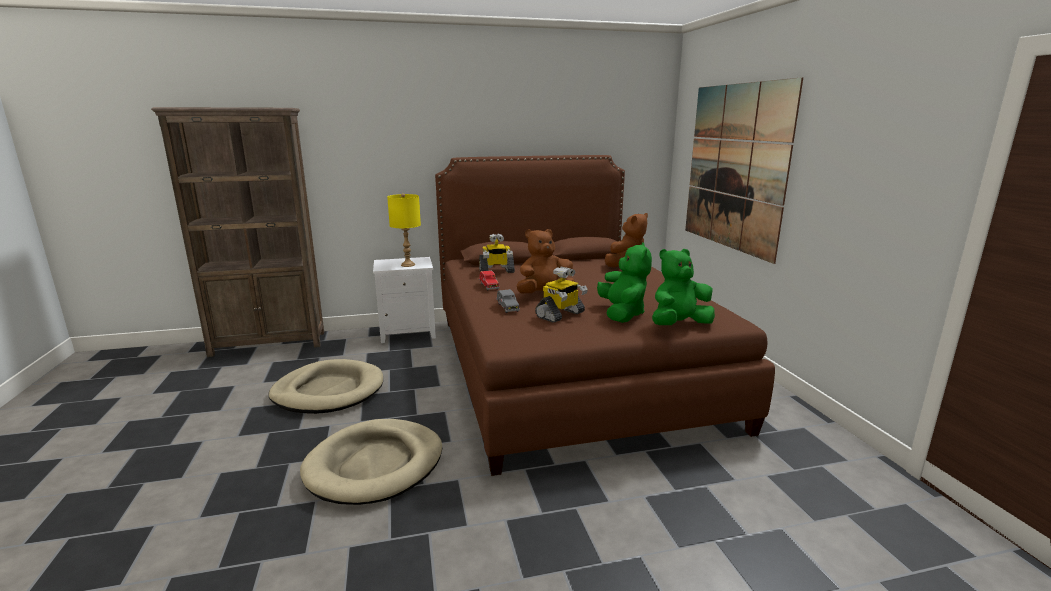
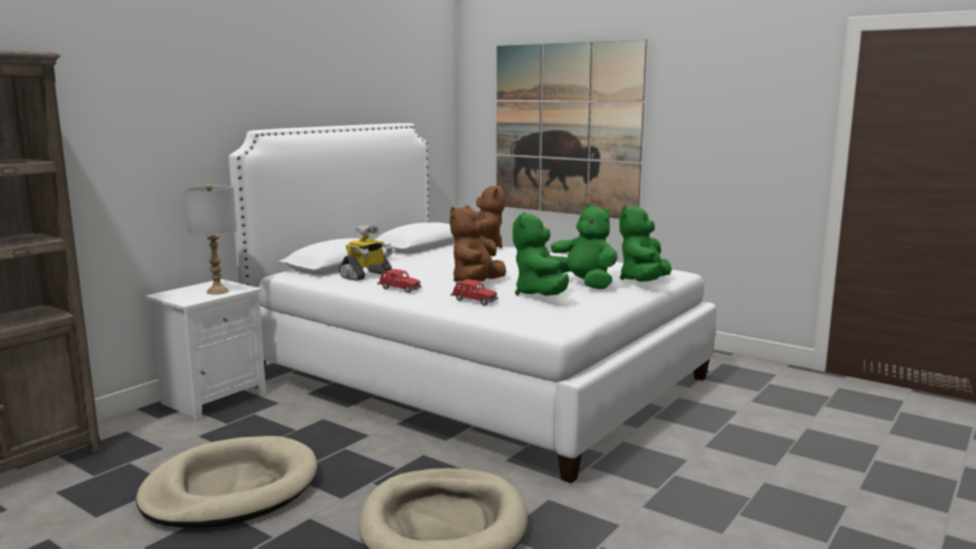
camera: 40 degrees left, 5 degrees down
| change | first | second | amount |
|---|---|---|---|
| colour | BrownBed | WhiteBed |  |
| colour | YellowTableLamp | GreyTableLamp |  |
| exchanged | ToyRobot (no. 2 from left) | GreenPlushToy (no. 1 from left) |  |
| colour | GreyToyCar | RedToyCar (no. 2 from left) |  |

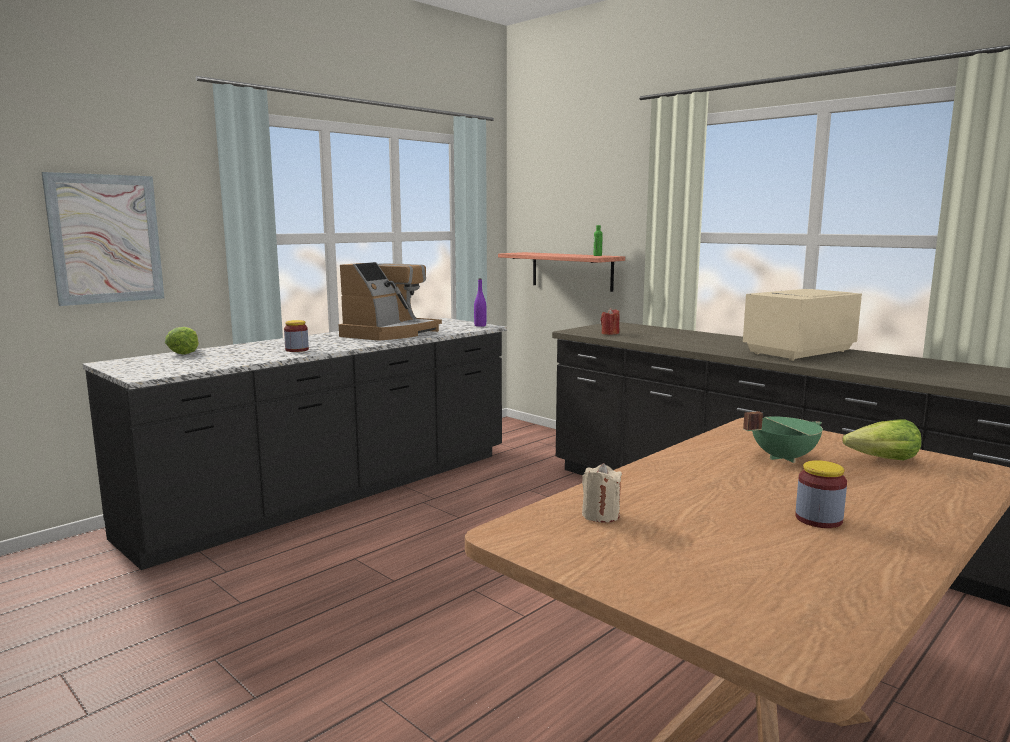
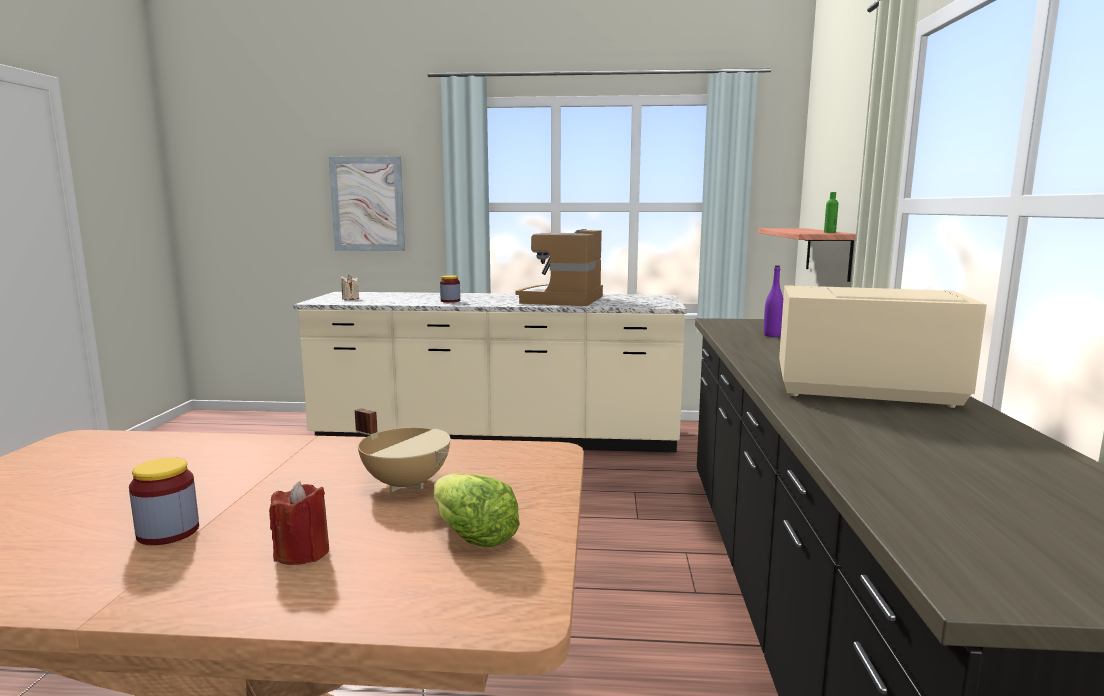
camera: 50 degrees right, 0 degrees up
| change | first | second | amount |
|---|---|---|---|
| spun | CoffeeMachine |  | 120 degrees clockwise |
| relocated | PurpleBottle |  |  |
| relocated | RedCandle |  |  |
| colour | BlackCounter (no. 1 from left) | BeigeCounter |  |
| missing | Lettuce (no. 1 from left) |  |  |
| colour | GreenCookingPot | BeigeCookingPot |  |
| relocated | BeigeCandle |  |  |

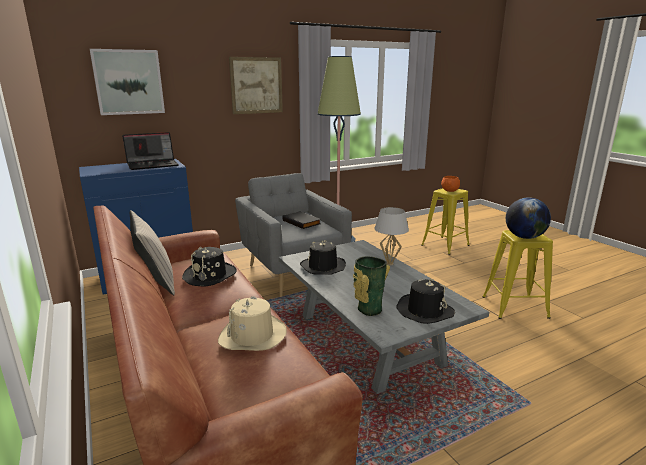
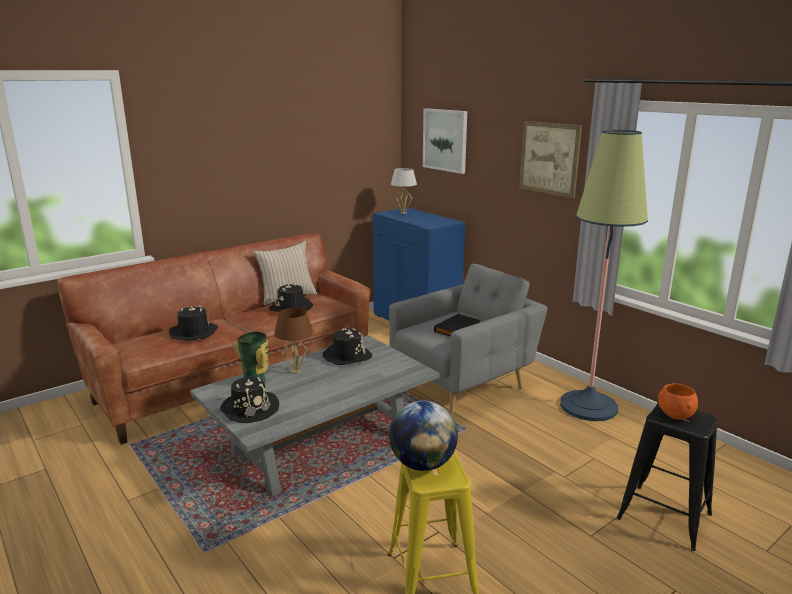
camera: 80 degrees right, 0 degrees up
| change | first | second | amount |
|---|---|---|---|
| missing | Laptop |  |  |
| colour | YellowStool (no. 1 from left) | BlackStool |  |
| relocated | WhiteTableLamp |  |  |
| colour | BeigeHat | BlackHat (no. 1 from left) |  |
| appeared |  | BrownTableLamp |  |

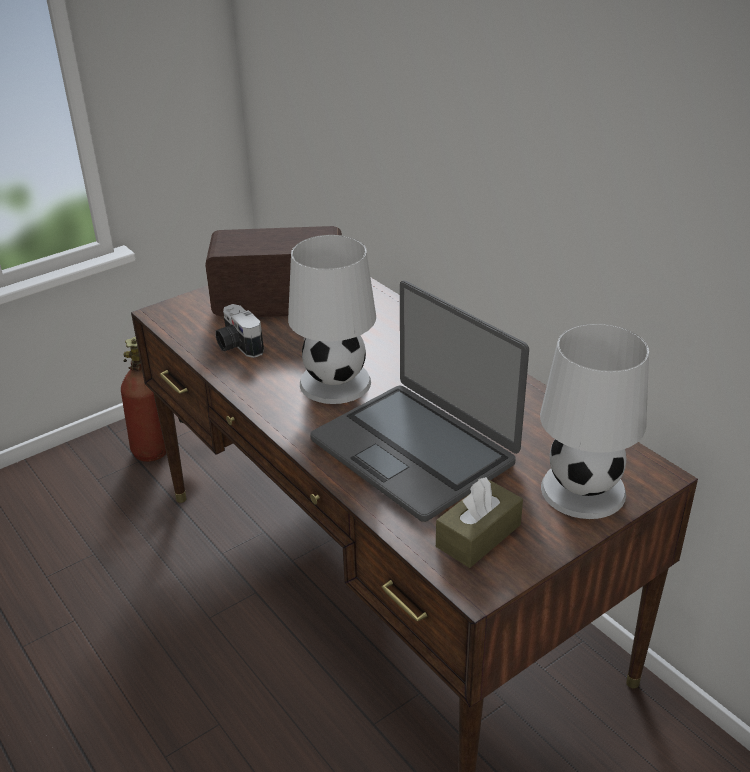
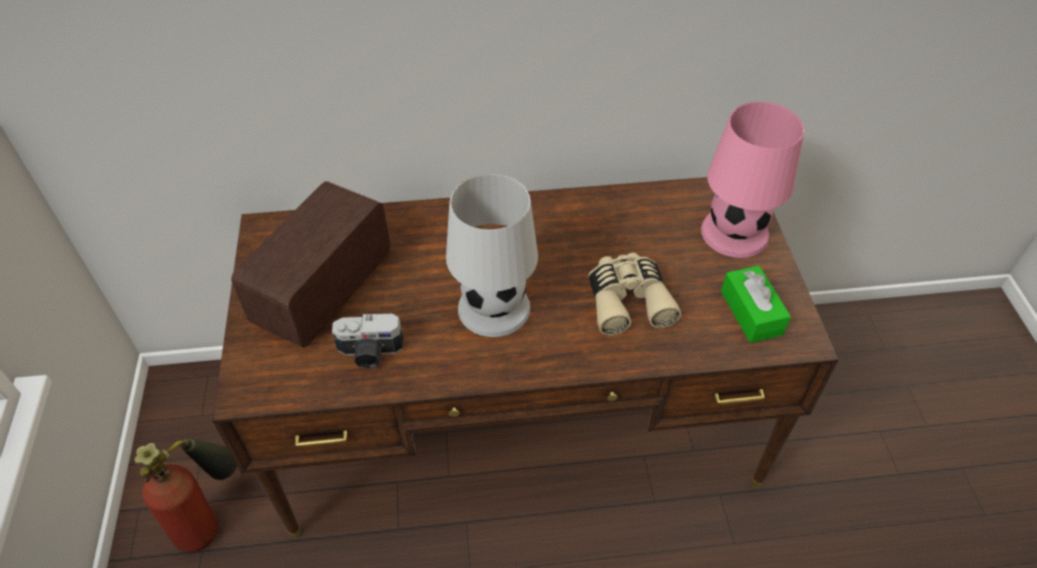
camera: 60 degrees left, 15 degrees up
| change | first | second | amount |
|---|---|---|---|
| exchanged | Laptop | BeigeBinoculars |  |
| colour | WhiteTableLamp (no. 2 from left) | PinkTableLamp |  |
| colour | BrownTissueBox | GreenTissueBox |  |

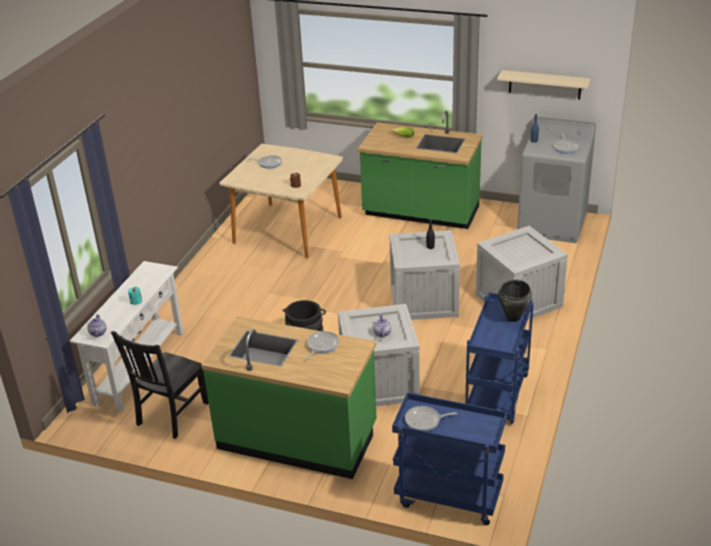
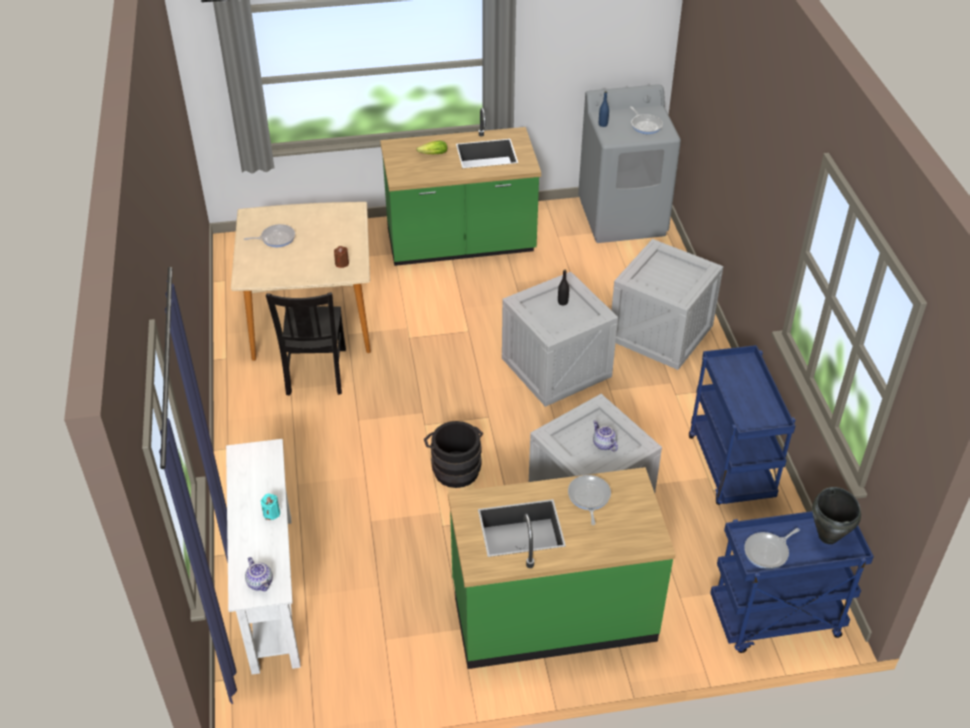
camera: 30 degrees left, 10 degrees up
| change | first | second | amount |
|---|---|---|---|
| missing | BeigeShelf |  |  |
| relocated | BlackCookingPot |  |  |
| relocated | BlackChair |  |  |

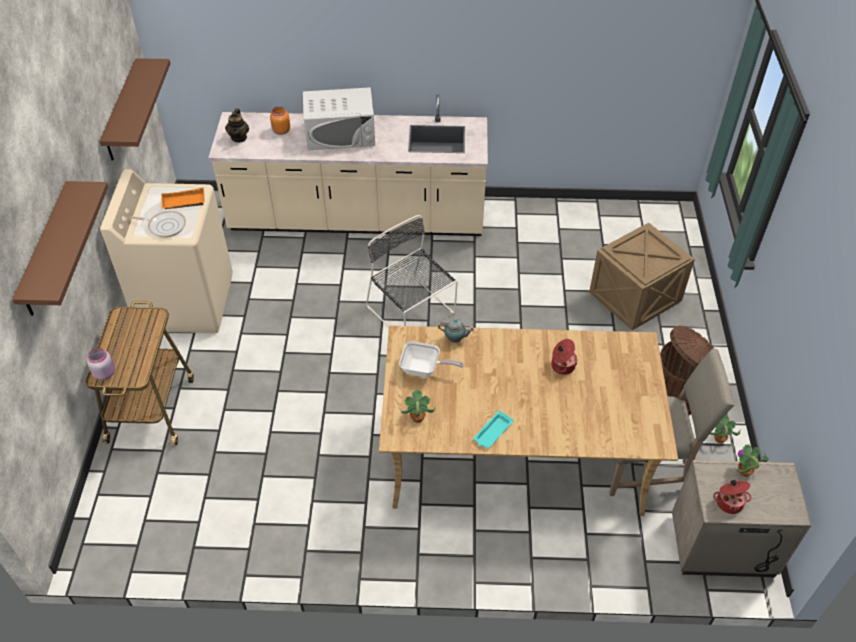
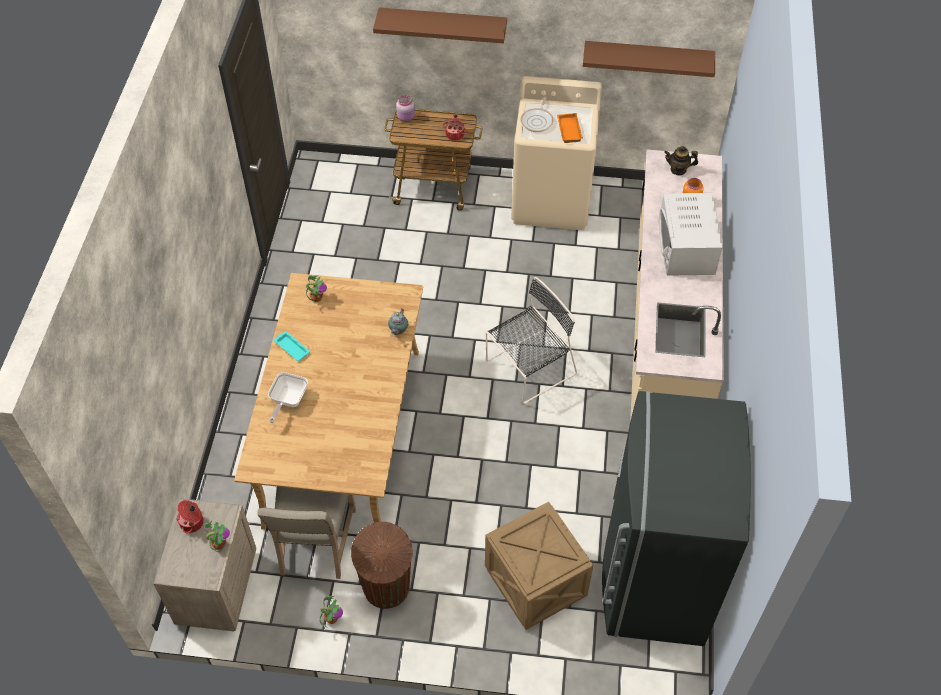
camera: 95 degrees right, 5 degrees up
| change | first | second | amount |
|---|---|---|---|
| relocated | CookingPot (no. 1 from left in the first image) | CookingPot (no. 2 from left) |  |
| relocated | FryingPan (no. 2 from left in the first image) | FryingPan (no. 1 from left) |  |
| appeared |  | GreyFridge |  |

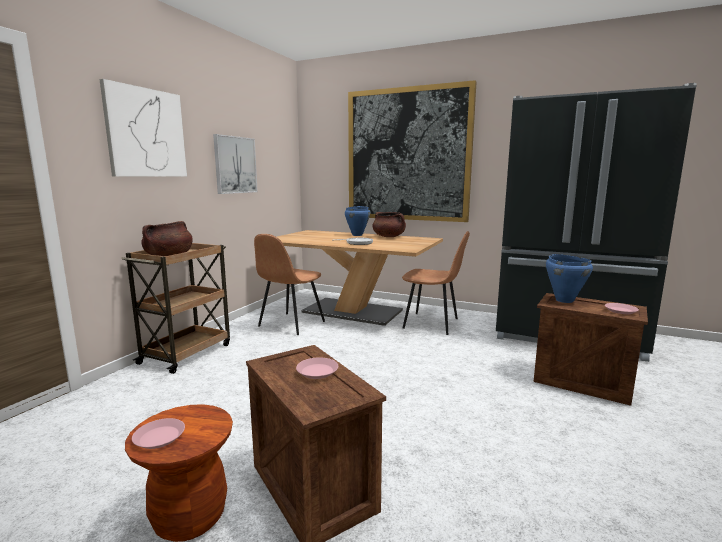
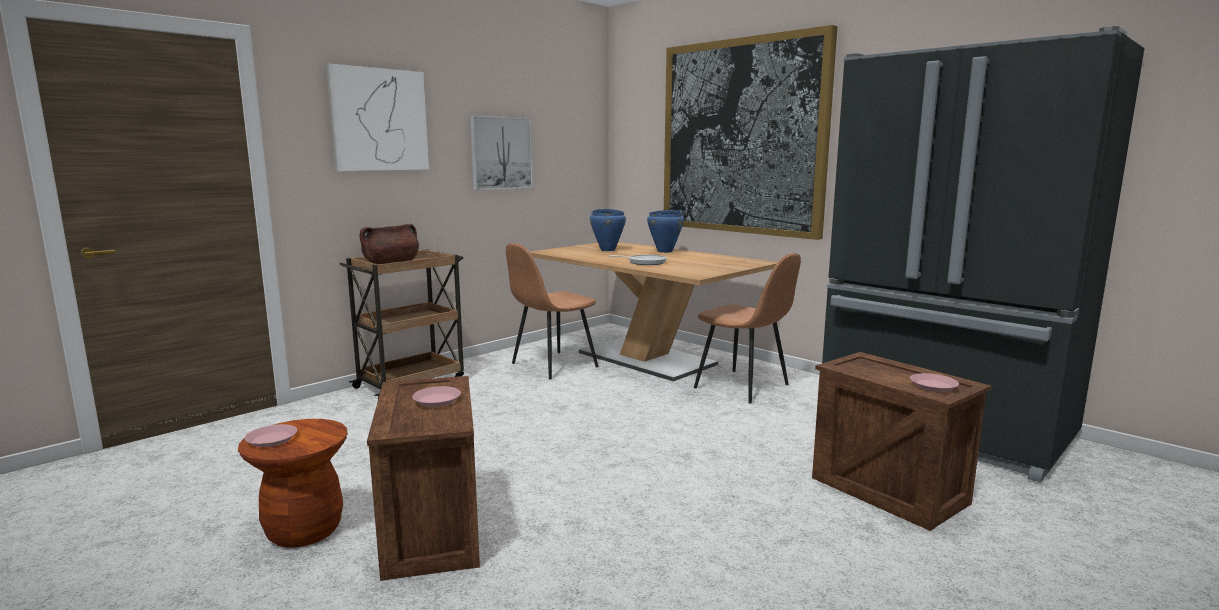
camera: 20 degrees right, 0 degrees up
| change | first | second | amount |
|---|---|---|---|
| missing | BrownCookingPot (no. 2 from left) |  |  |
| relocated | BlueCookingPot (no. 2 from left in the first image) | BlueCookingPot (no. 1 from left) |  |

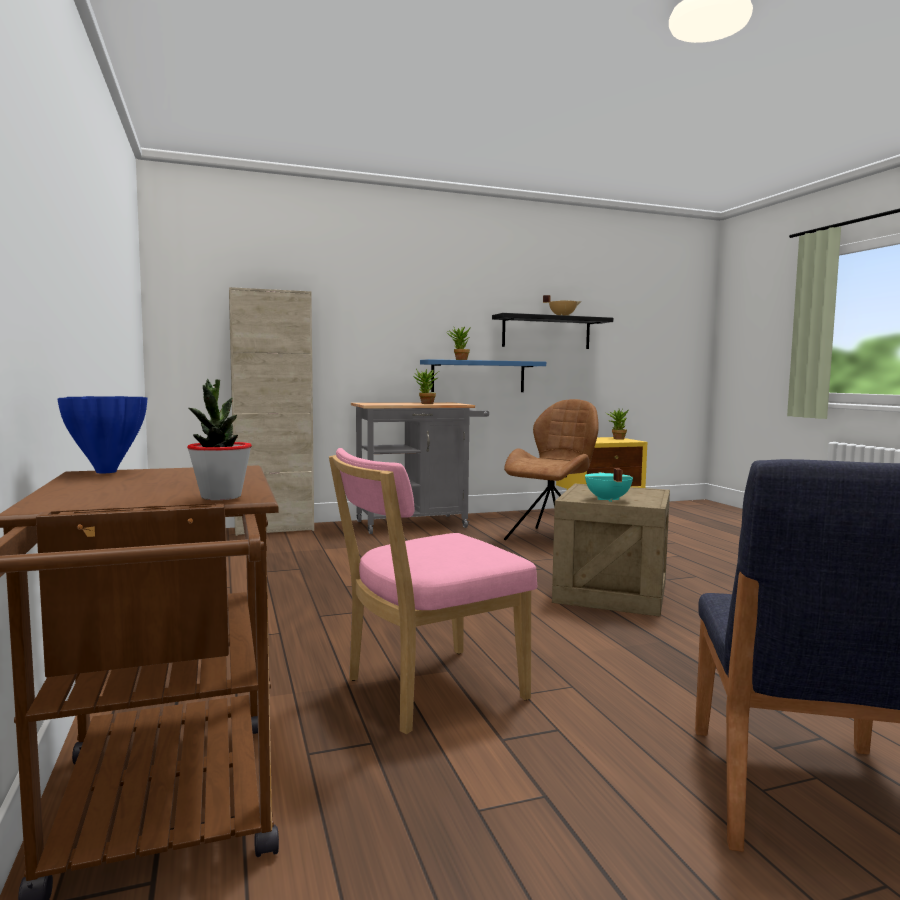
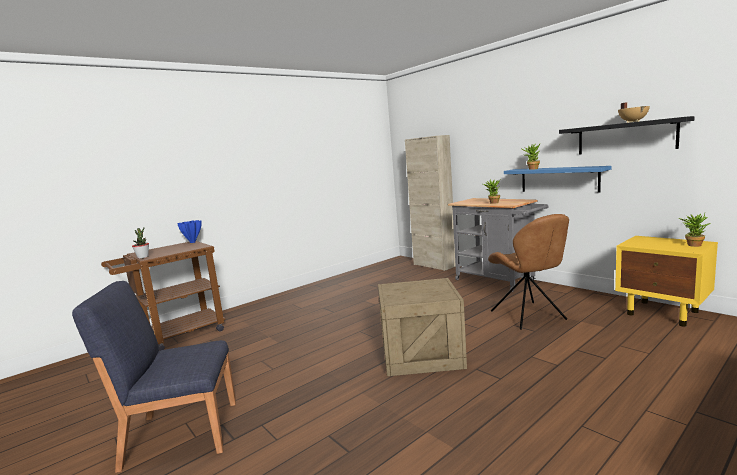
camera: 70 degrees right, 5 degrees up
| change | first | second | amount |
|---|---|---|---|
| spun | BrownChair |  | 60 degrees clockwise |
| missing | PinkChair |  |  |
| missing | TurquoiseCookingPot |  |  |

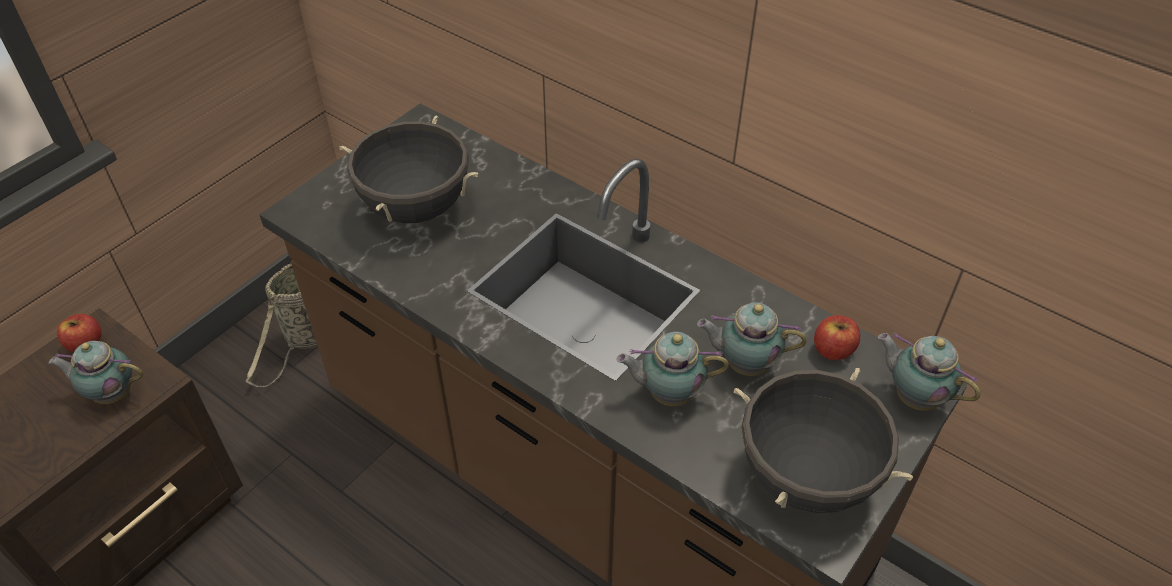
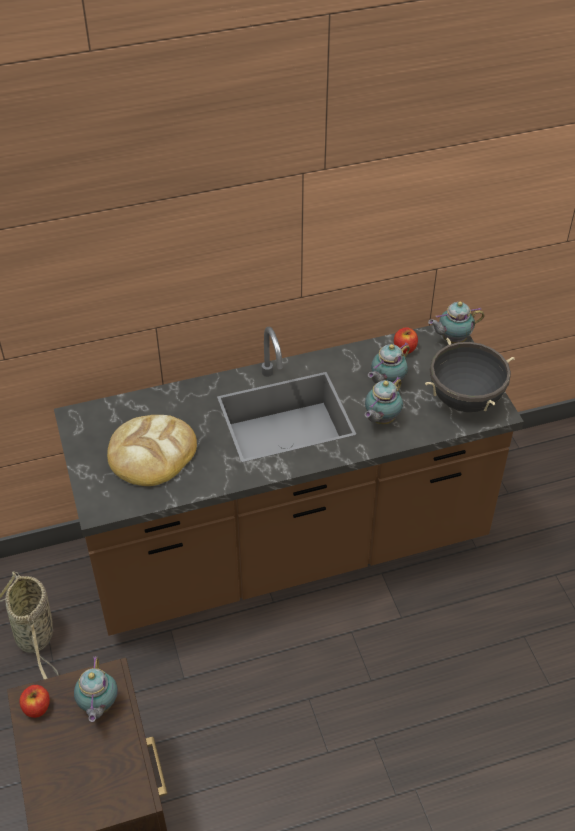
camera: 55 degrees left, 0 degrees up
| change | first | second | amount |
|---|---|---|---|
| exchanged | BlackCookingPot (no. 1 from left) | Bread |  |
| spun | Teapot (no. 1 from left) |  | 45 degrees counterclockwise |

